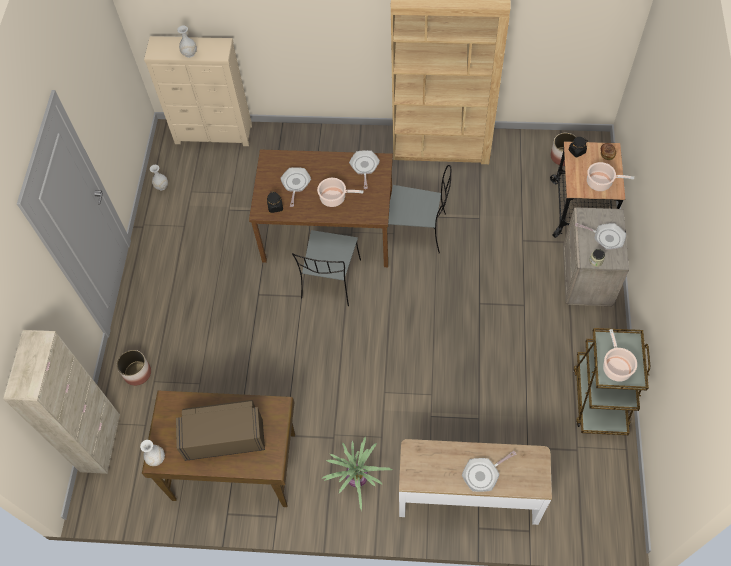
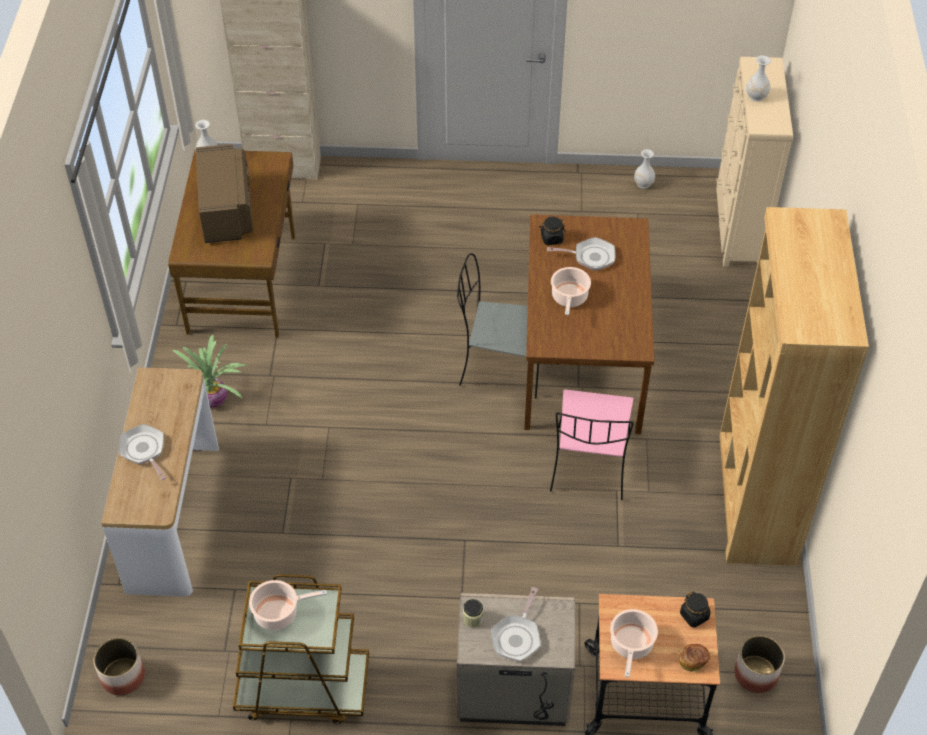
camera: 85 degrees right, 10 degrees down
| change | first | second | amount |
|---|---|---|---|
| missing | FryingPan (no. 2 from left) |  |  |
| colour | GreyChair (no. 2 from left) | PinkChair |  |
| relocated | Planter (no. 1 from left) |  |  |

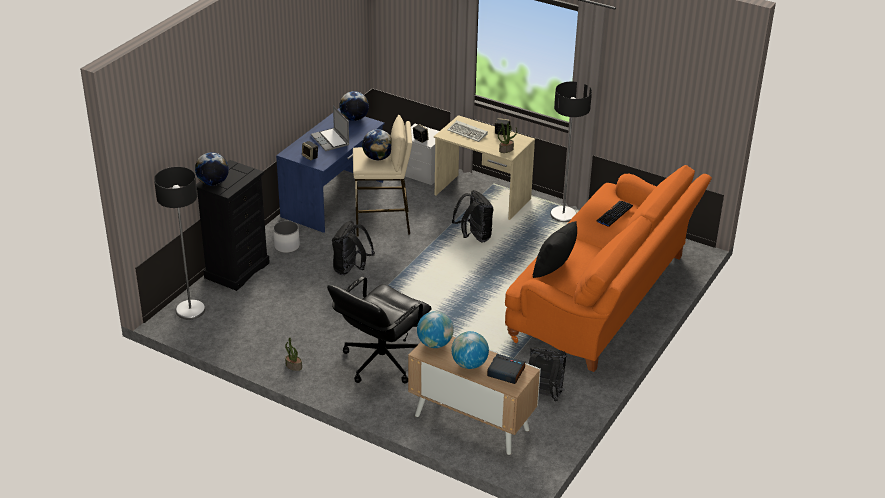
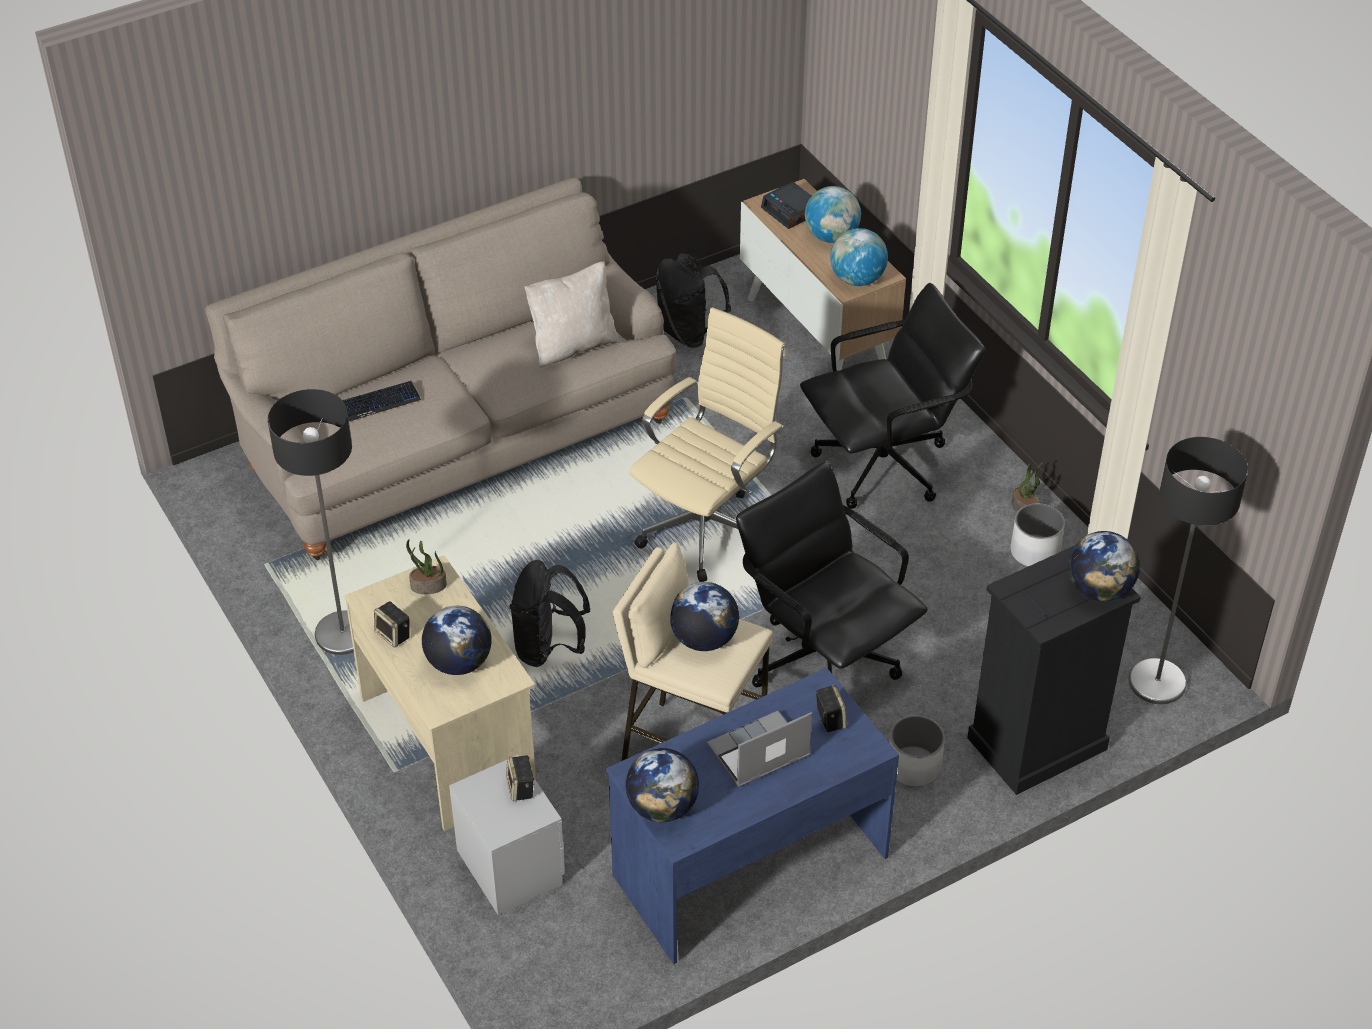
camera: 150 degrees left, 10 degrees up
| change | first | second | amount |
|---|---|---|---|
| spun | Laptop |  | 120 degrees counterclockwise |
| exchanged | Keyboard (no. 1 from left) | Globe (no. 1 from left) |  |
| colour | OrangeSofa | BeigeSofa |  |
| exchanged | BlackBackpack (no. 1 from left) | BlackOfficeChair (no. 1 from left) |  |
| colour | BlackPillow | BeigePillow |  |
| appeared |  | BeigeOfficeChair |  |
| appeared |  | WhitePlanter (no. 2 from left) |  |

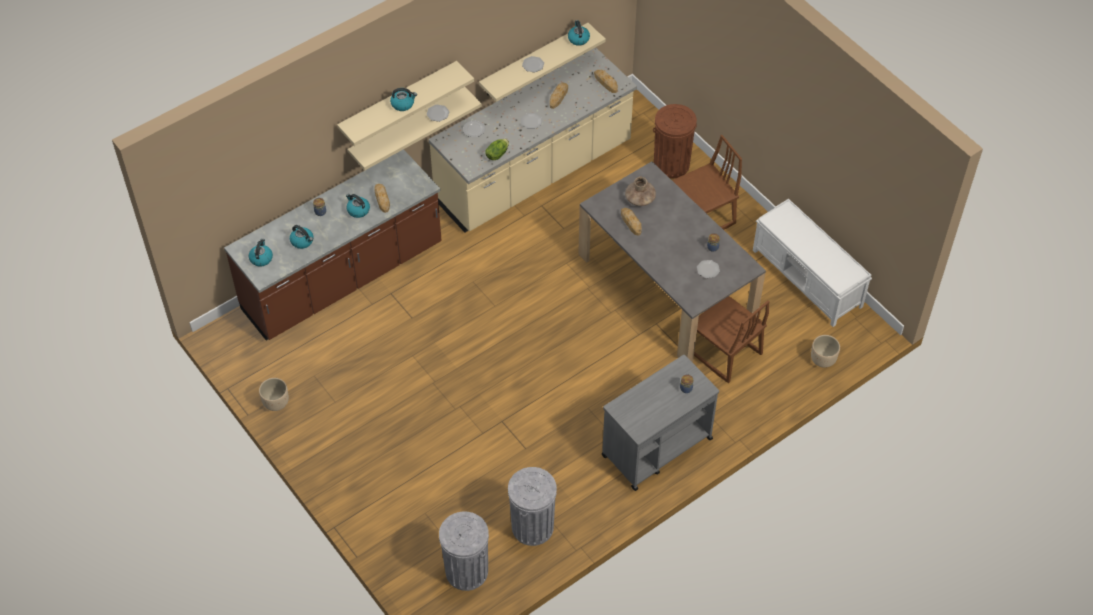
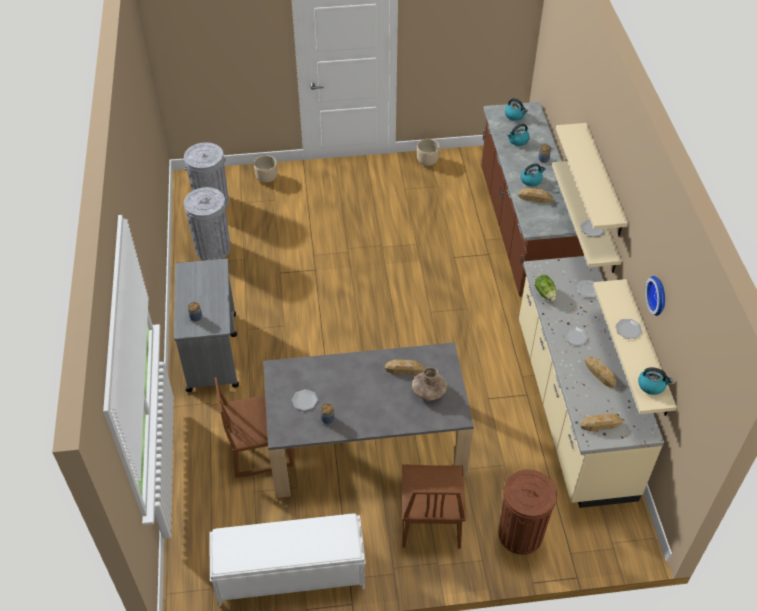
camera: 120 degrees right, 5 degrees down
| change | first | second | amount |
|---|---|---|---|
| missing | Kettle (no. 4 from left) |  |  |
| relocated | BeigePlanter (no. 2 from left in the first image) | BeigePlanter (no. 1 from left) |  |
| appeared |  | WallClock |  |

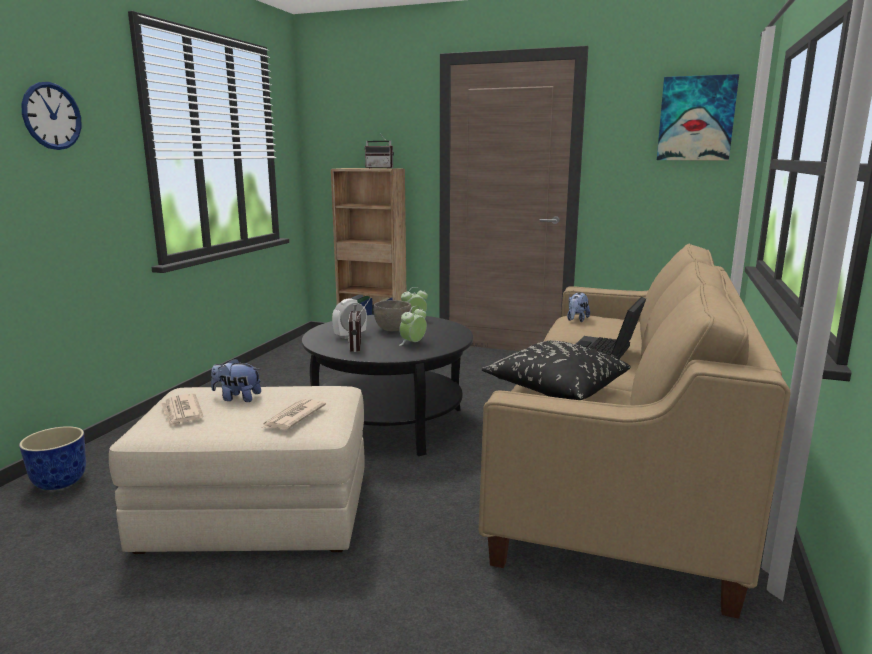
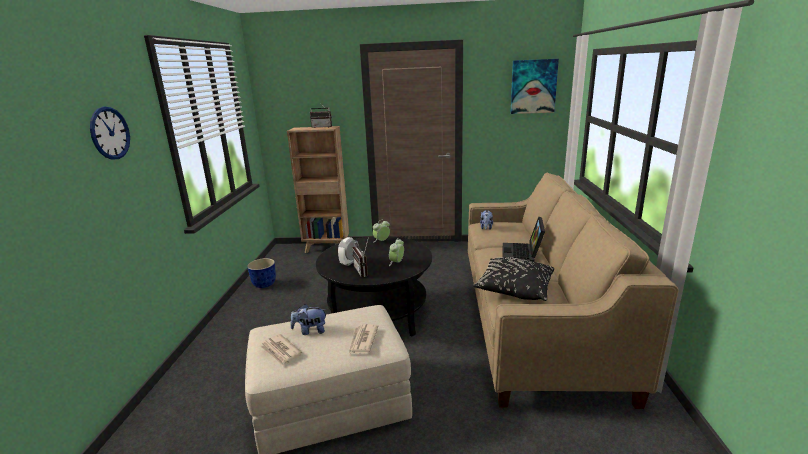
camera: 15 degrees left, 5 degrees up
| change | first | second | amount |
|---|---|---|---|
| missing | GreyBowl |  |  |
| relocated | Planter |  |  |

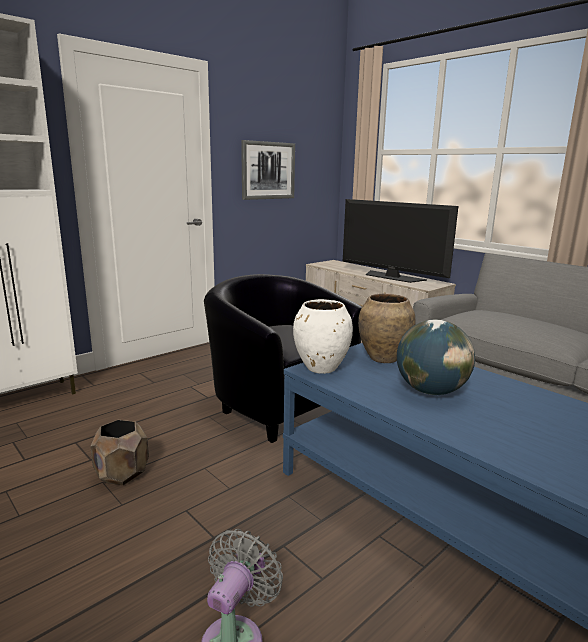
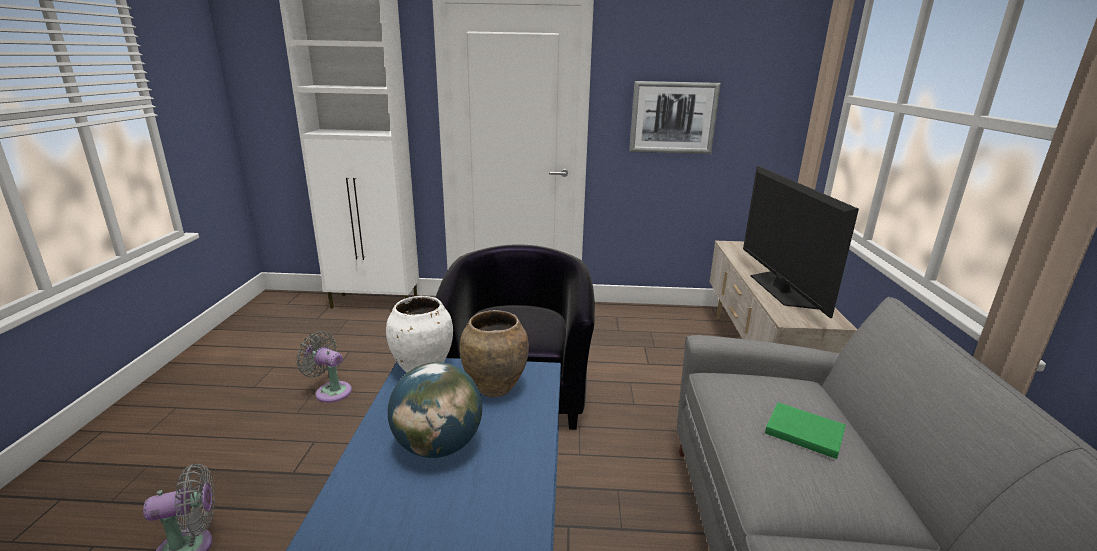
camera: 45 degrees right, 5 degrees up
| change | first | second | amount |
|---|---|---|---|
| exchanged | BrownPlanter | GreyFan (no. 2 from left) |  |
| appeared |  | GreenBook |  |

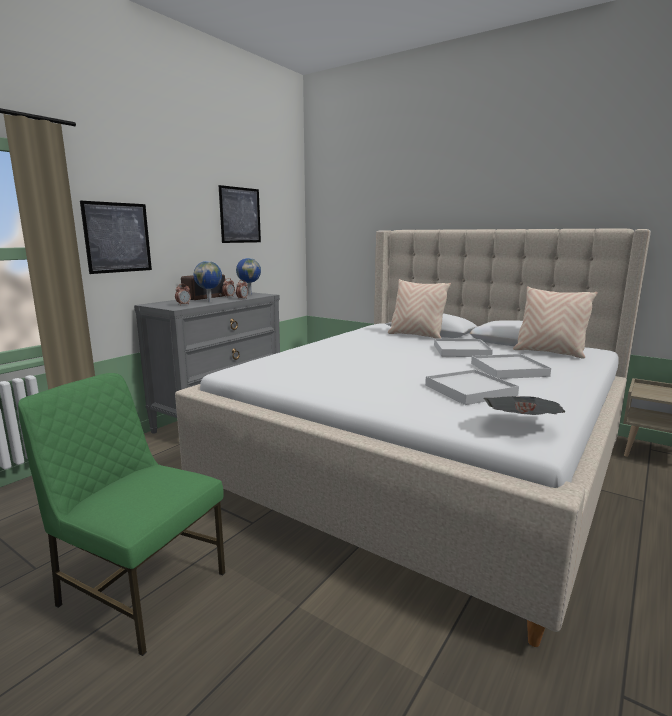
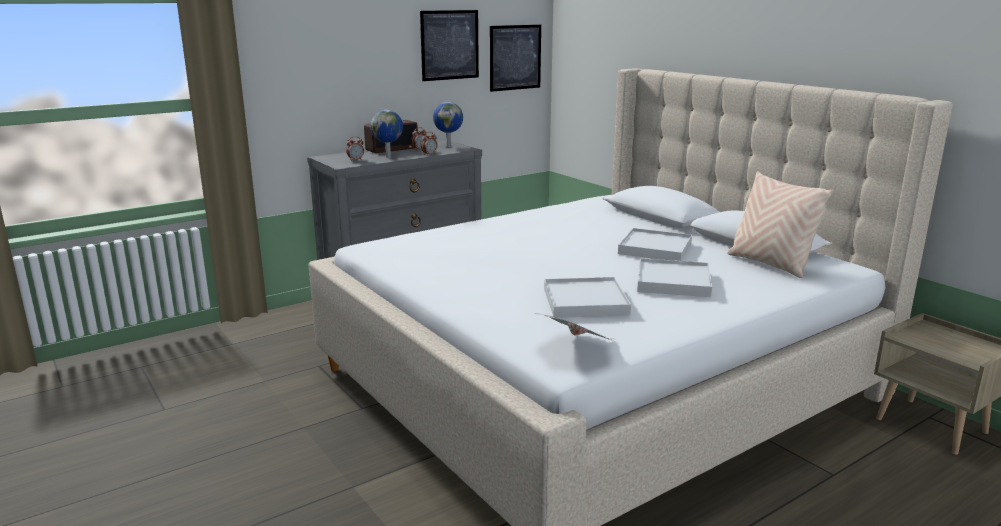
camera: 20 degrees right, 5 degrees up
| change | first | second | amount |
|---|---|---|---|
| relocated | Picture (no. 1 from left in the first image) | Picture (no. 2 from left) |  |
| missing | BeigePillow (no. 1 from left) |  |  |
| missing | GreenChair |  |  |

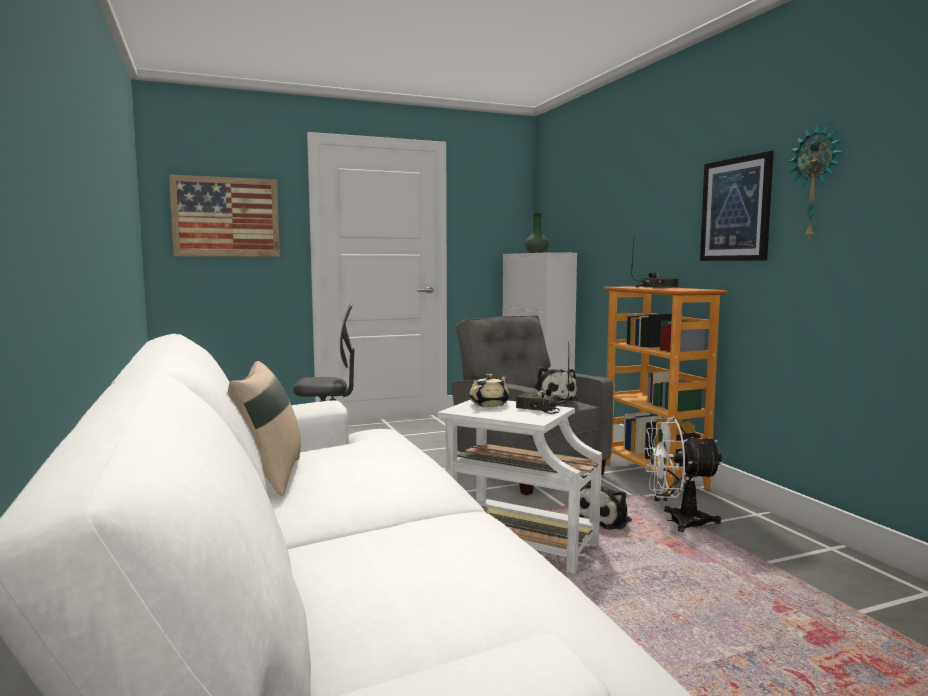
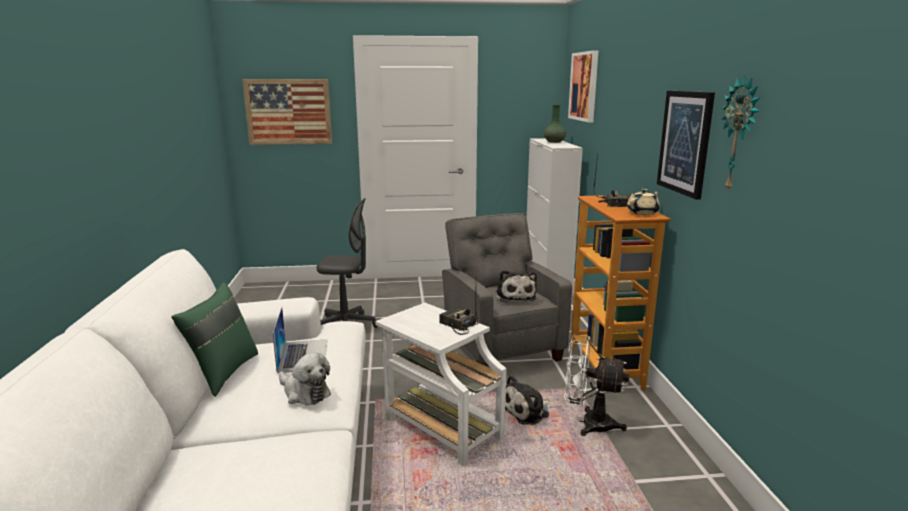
camera: 15 degrees right, 10 degrees up
| change | first | second | amount |
|---|---|---|---|
| colour | BeigePillow | GreenPillow |  |
| relocated | BeigeTeapot |  |  |
| appeared |  | Picture (no. 2 from left) |  |
| appeared |  | Laptop |  |
| appeared |  | PlushToy (no. 1 from left) |  |

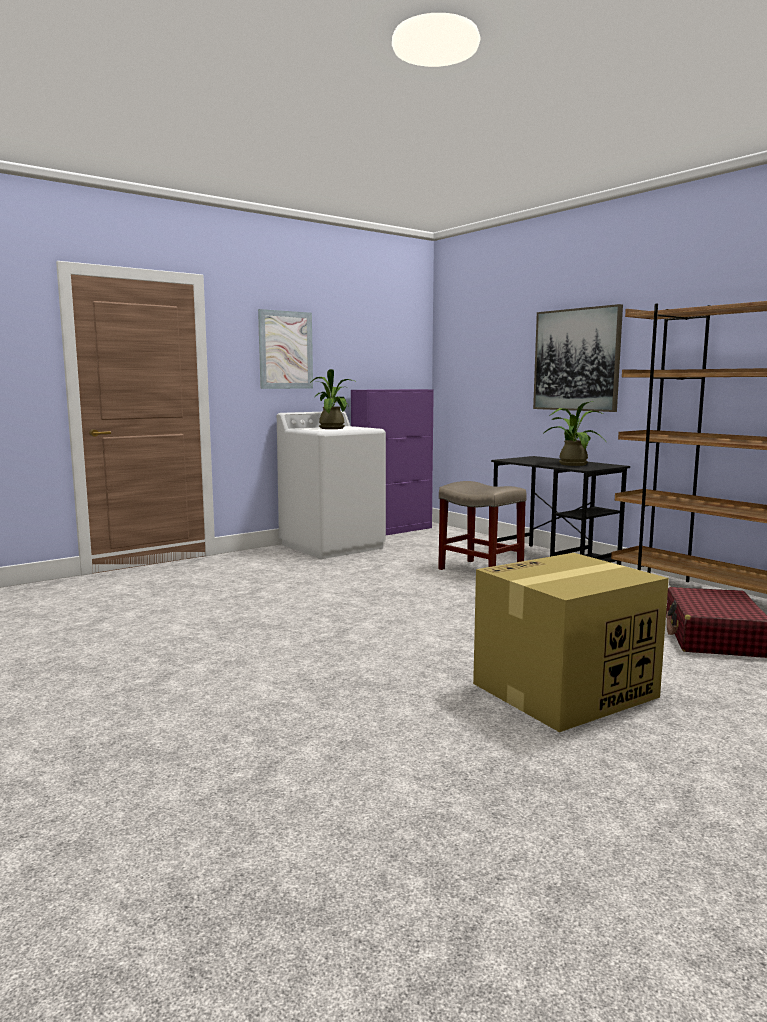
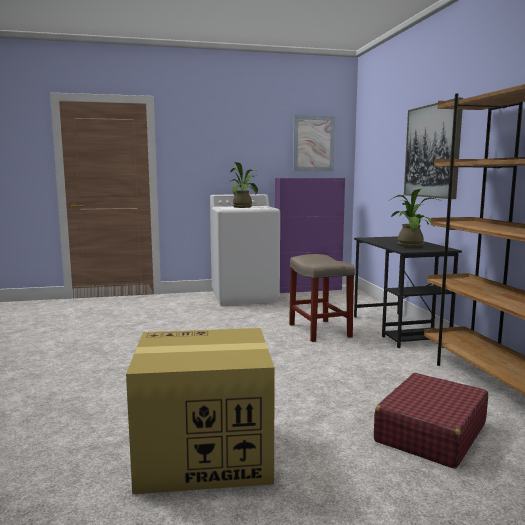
camera: 25 degrees right, 0 degrees up
| change | first | second | amount |
|---|---|---|---|
| relocated | Picture (no. 1 from left) |  |  |

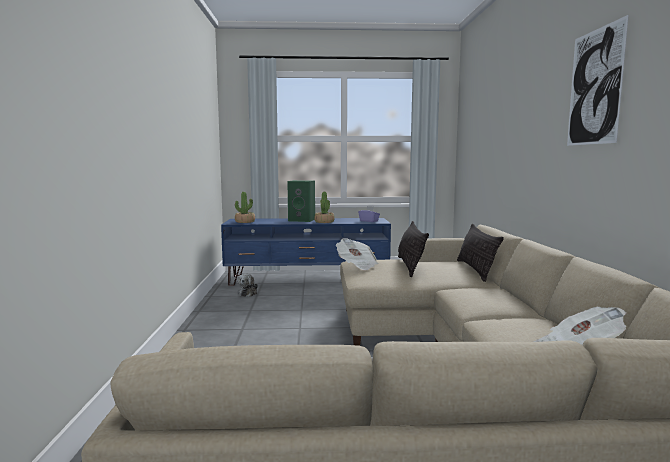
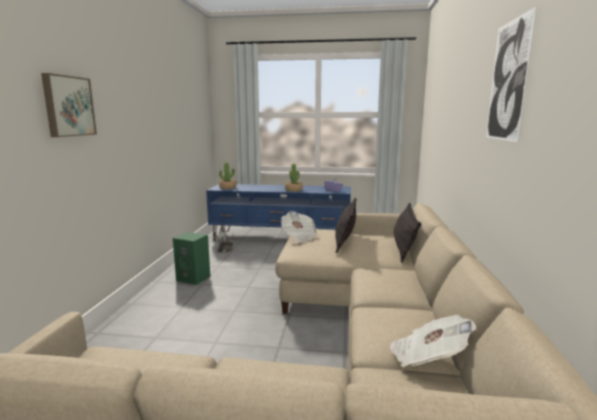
camera: 10 degrees right, 5 degrees up
| change | first | second | amount |
|---|---|---|---|
| relocated | GreenSpeaker |  |  |
| appeared |  | Picture (no. 1 from left) |  |

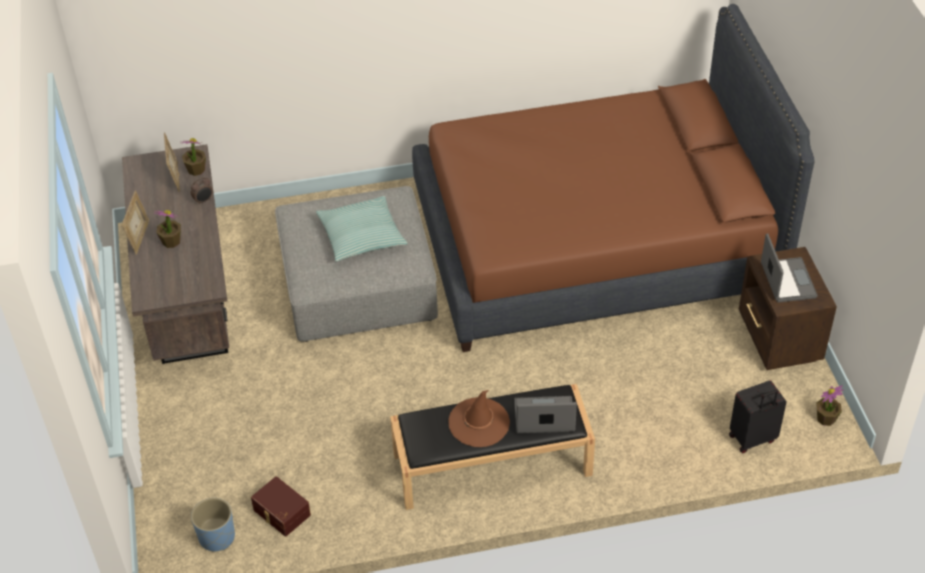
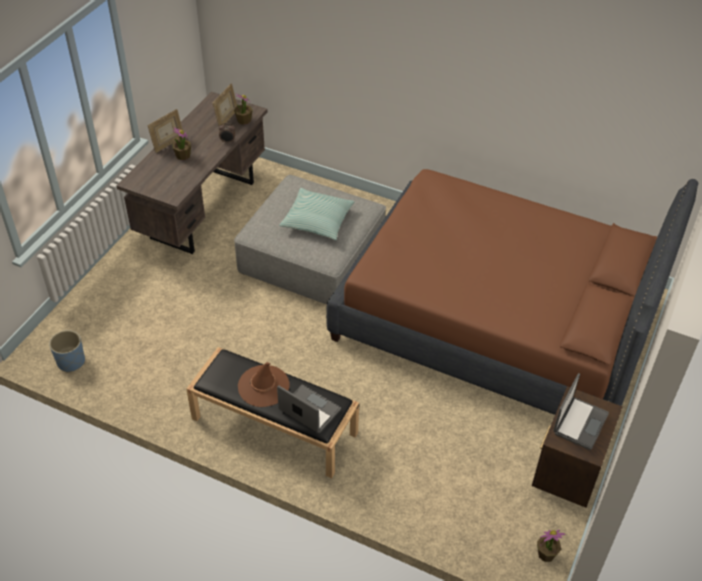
camera: 35 degrees right, 0 degrees up
| change | first | second | amount |
|---|---|---|---|
| missing | BlackSuitcase |  |  |
| missing | BrownStorageBox |  |  |

